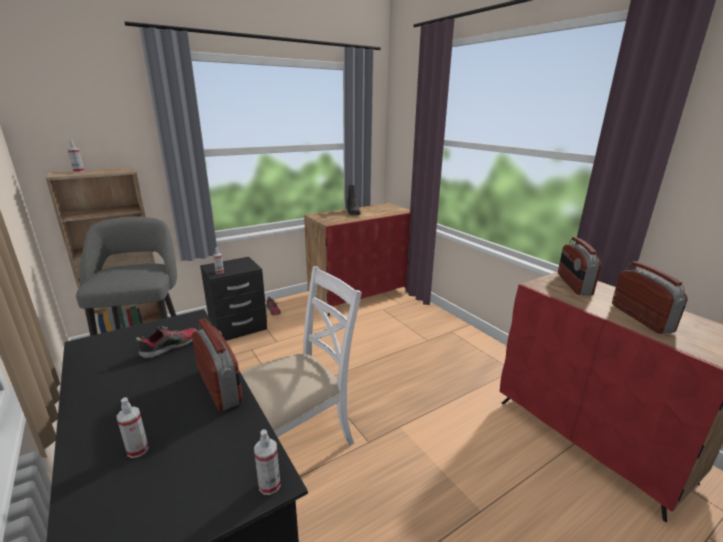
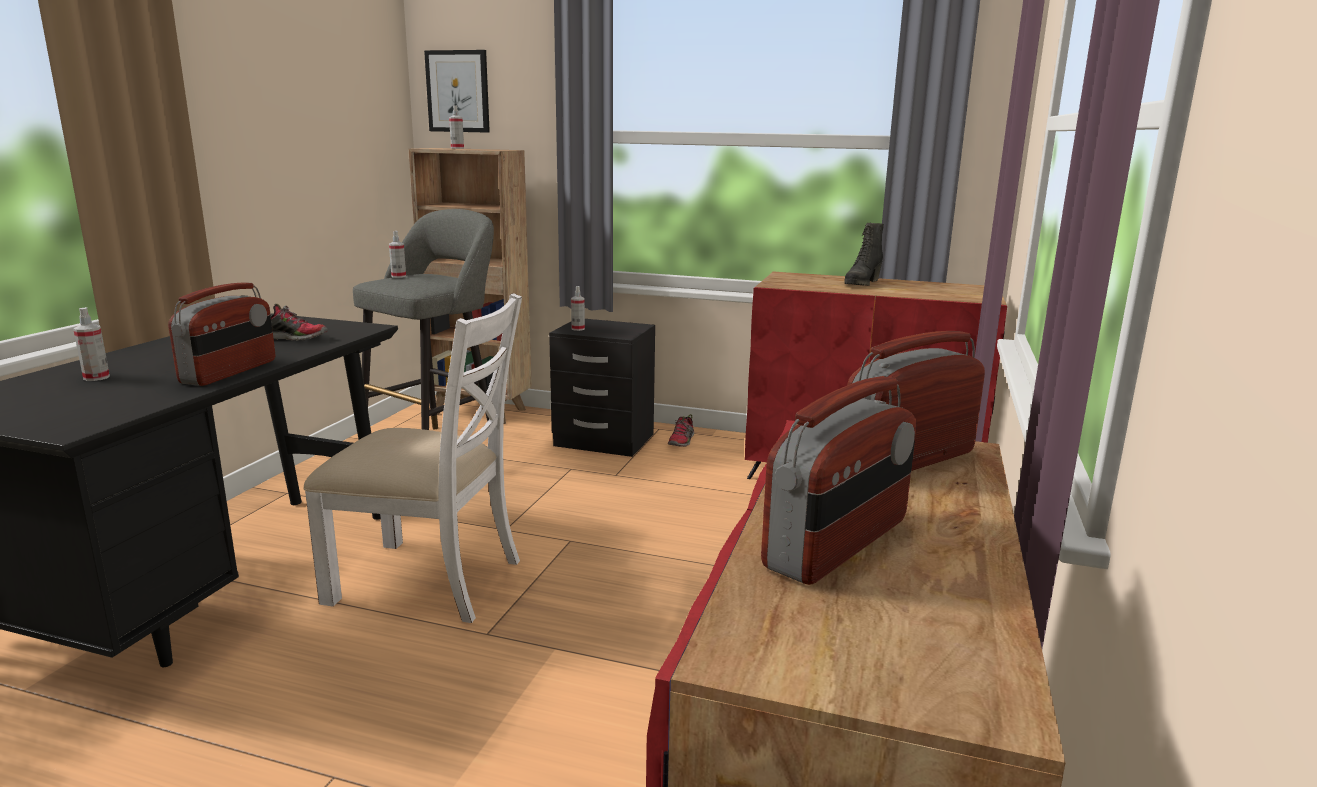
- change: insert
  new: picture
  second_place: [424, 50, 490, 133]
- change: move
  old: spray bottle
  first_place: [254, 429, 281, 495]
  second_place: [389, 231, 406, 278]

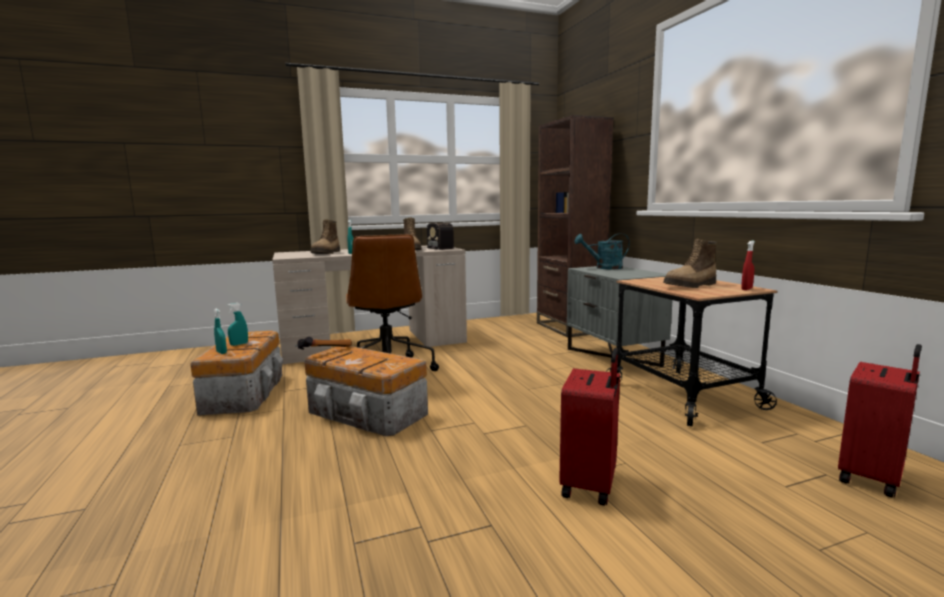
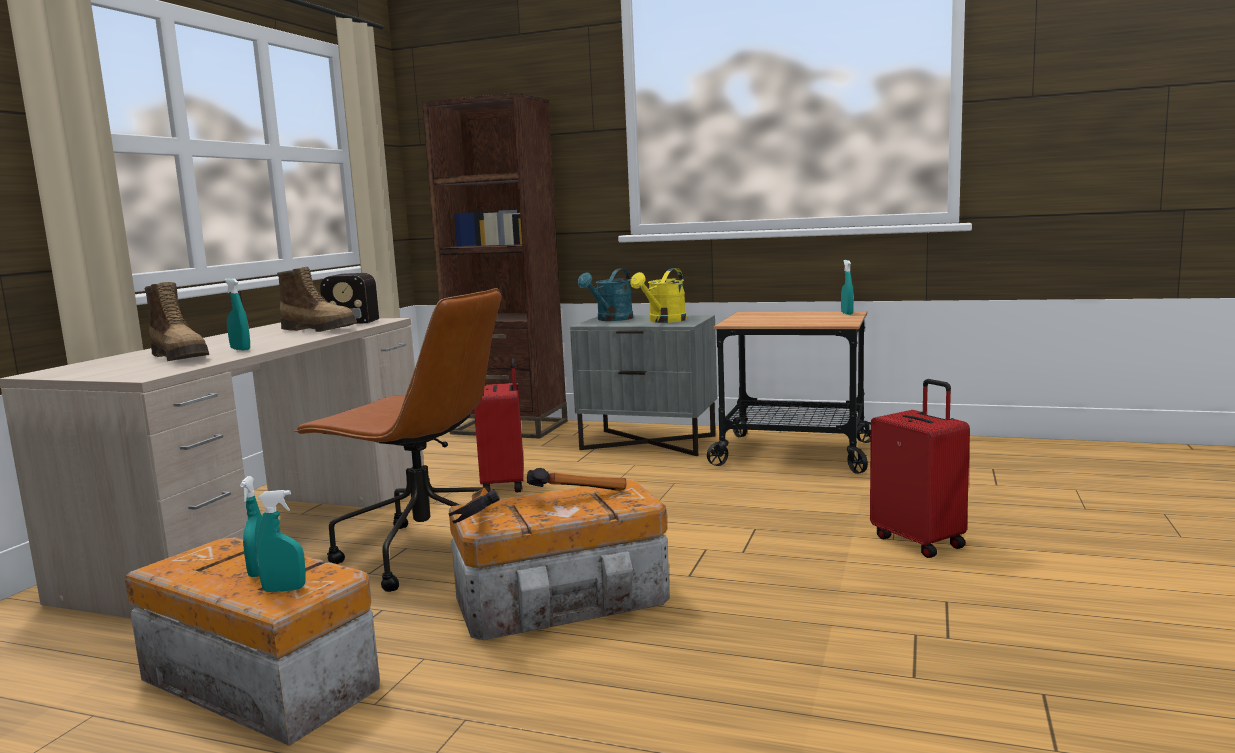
- change: delete
  old: boot
  first_place: [663, 239, 716, 288]
- change: insert
  new: hammer
  second_place: [527, 468, 627, 491]
- change: insert
  new: watering can (yellow)
  second_place: [630, 268, 687, 323]
- change: move
  old: suitcase (red)
  first_place: [838, 344, 922, 498]
  second_place: [474, 358, 524, 492]
- change: recolor
  old: spray bottle (red)
  new: spray bottle (turquoise)
  first_place: [741, 240, 755, 290]
  second_place: [841, 260, 854, 315]

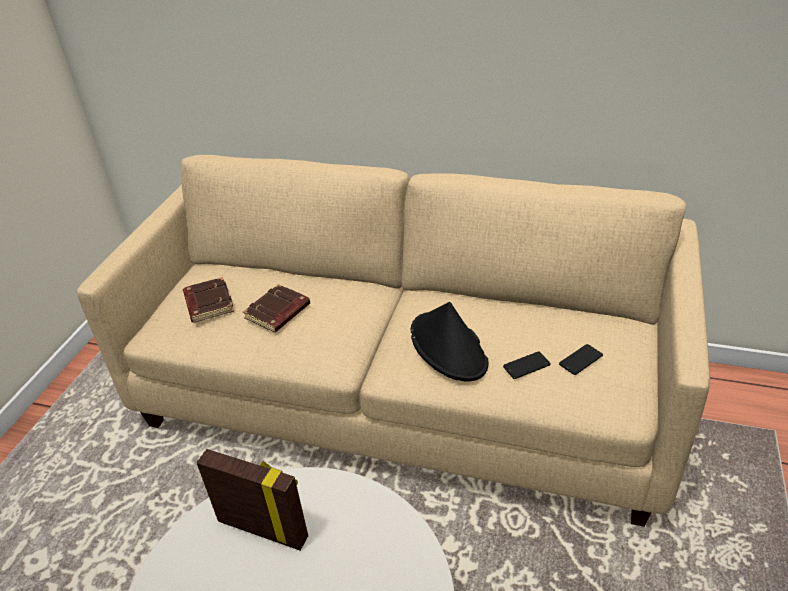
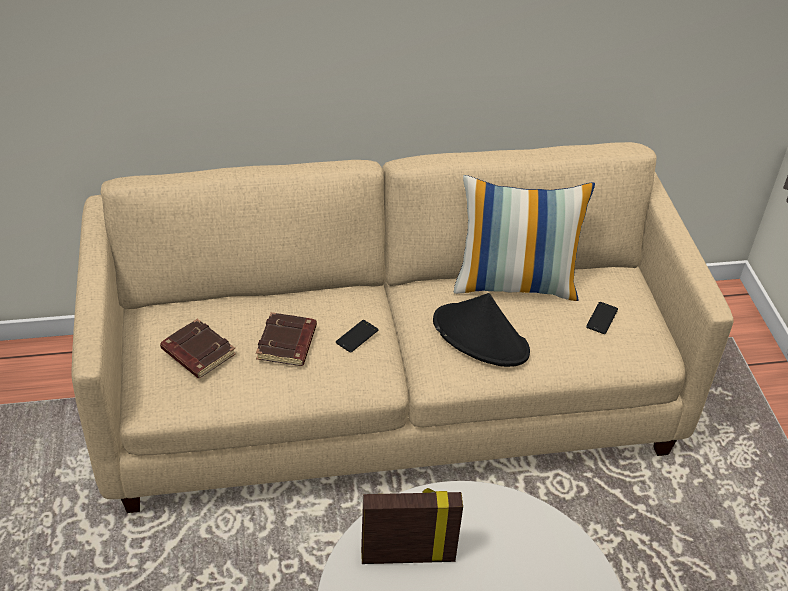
- change: insert
  new: pillow
  second_place: [454, 175, 595, 301]
- change: move
  old: phone
  first_place: [503, 352, 551, 379]
  second_place: [336, 320, 378, 352]

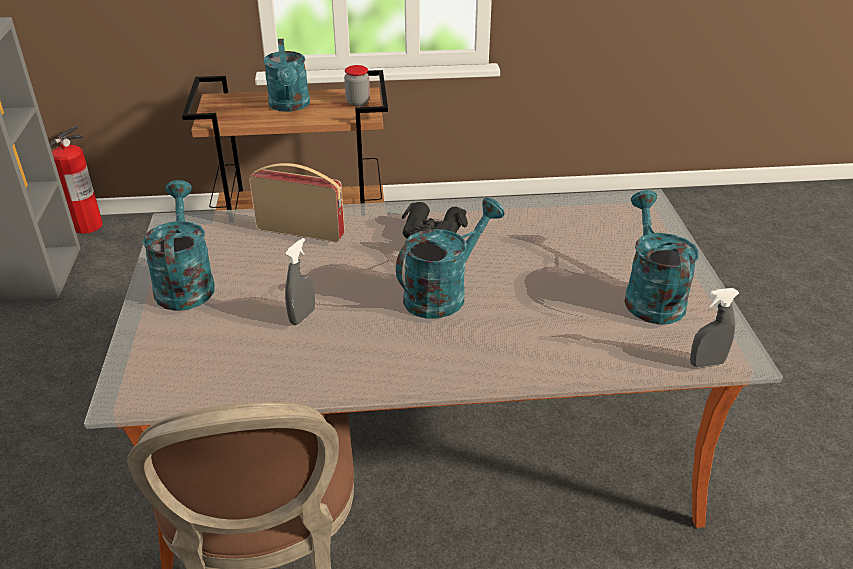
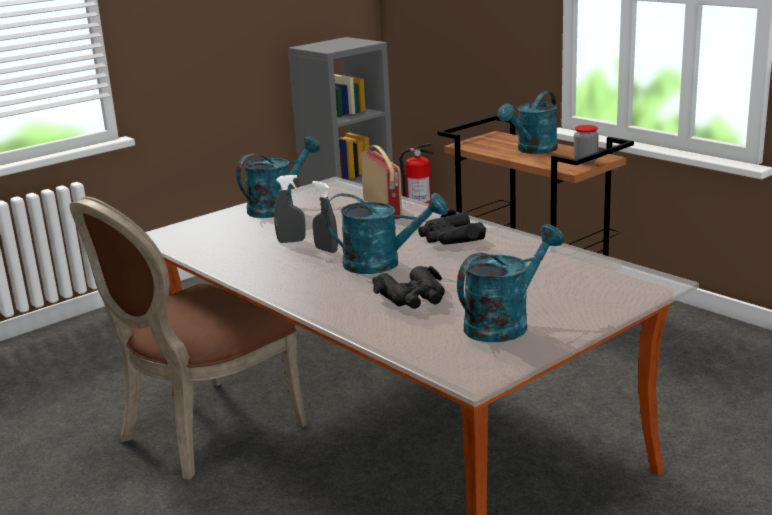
- change: insert
  new: binoculars (black)
  second_place: [372, 266, 445, 309]
- change: move
  old: spray bottle (grey)
  first_place: [690, 288, 739, 367]
  second_place: [312, 181, 338, 253]

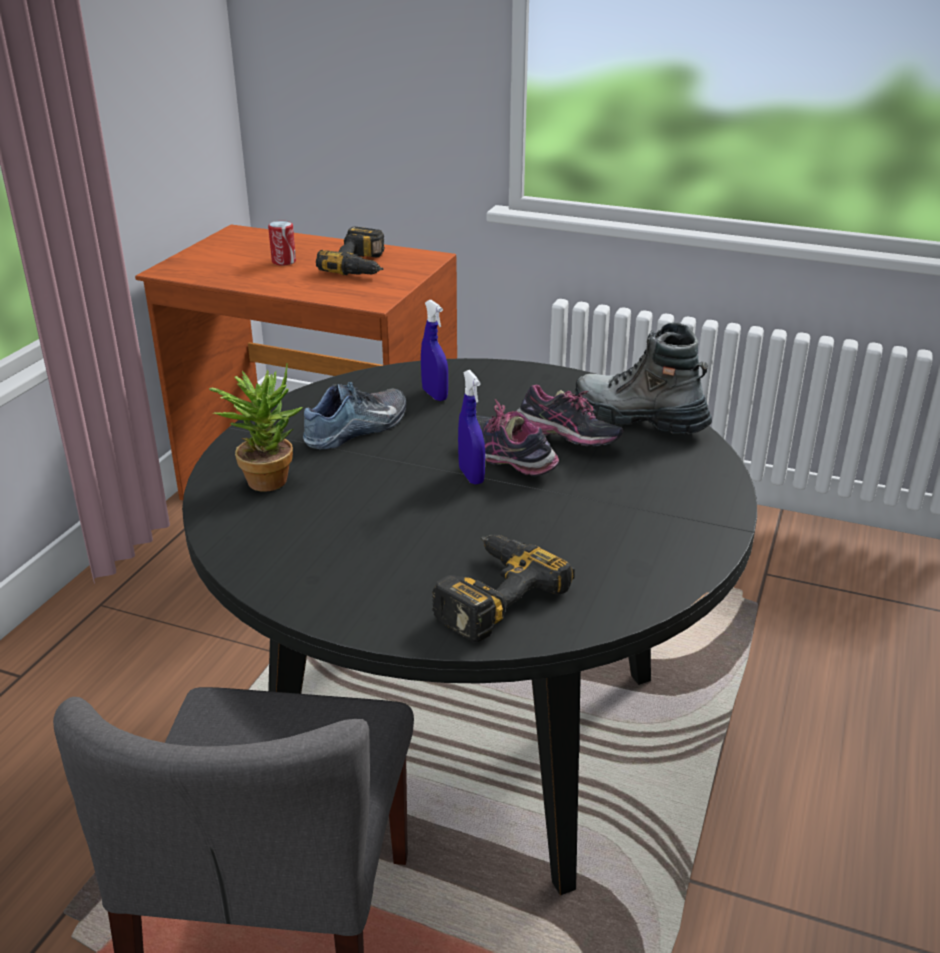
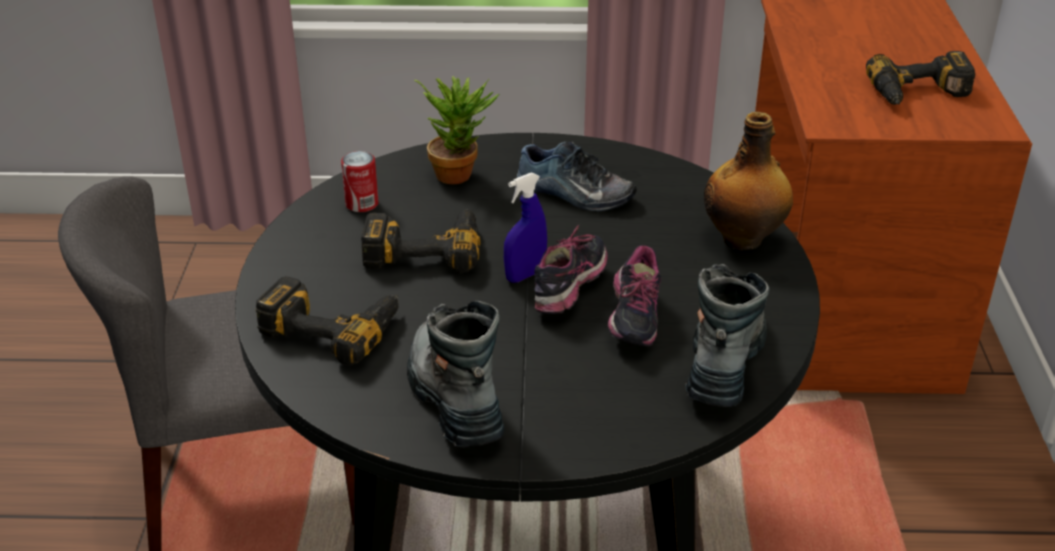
- change: delete
  old: spray bottle (blue)
  first_place: [421, 300, 448, 401]
- change: insert
  new: power drill
  second_place: [361, 209, 480, 273]
- change: insert
  new: boot
  second_place: [407, 301, 505, 448]
- change: insert
  new: bottle
  second_place: [704, 112, 793, 250]
- change: move
  old: can
  first_place: [268, 221, 296, 265]
  second_place: [341, 151, 378, 212]

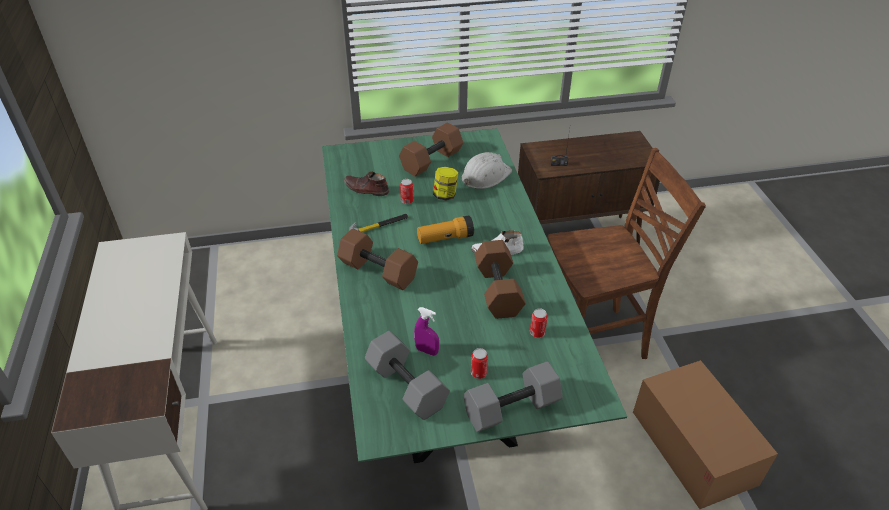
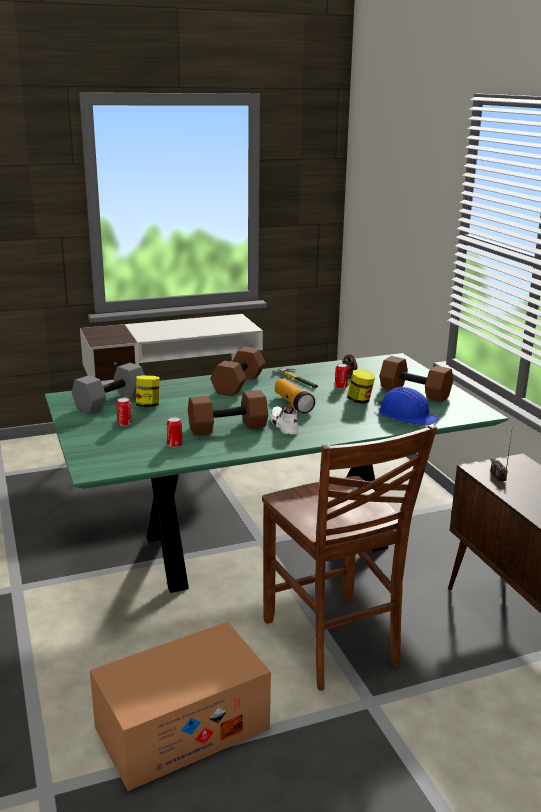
- change: delete
  old: dumbbell (grey)
  first_place: [463, 361, 563, 432]
- change: replace
  old: spray bottle (purple)
  new: jar
  first_place: [414, 307, 439, 356]
  second_place: [136, 375, 159, 407]
- change: recolor
  old: hard hat (white)
  new: hard hat (blue)
  first_place: [462, 152, 512, 189]
  second_place: [377, 387, 439, 426]

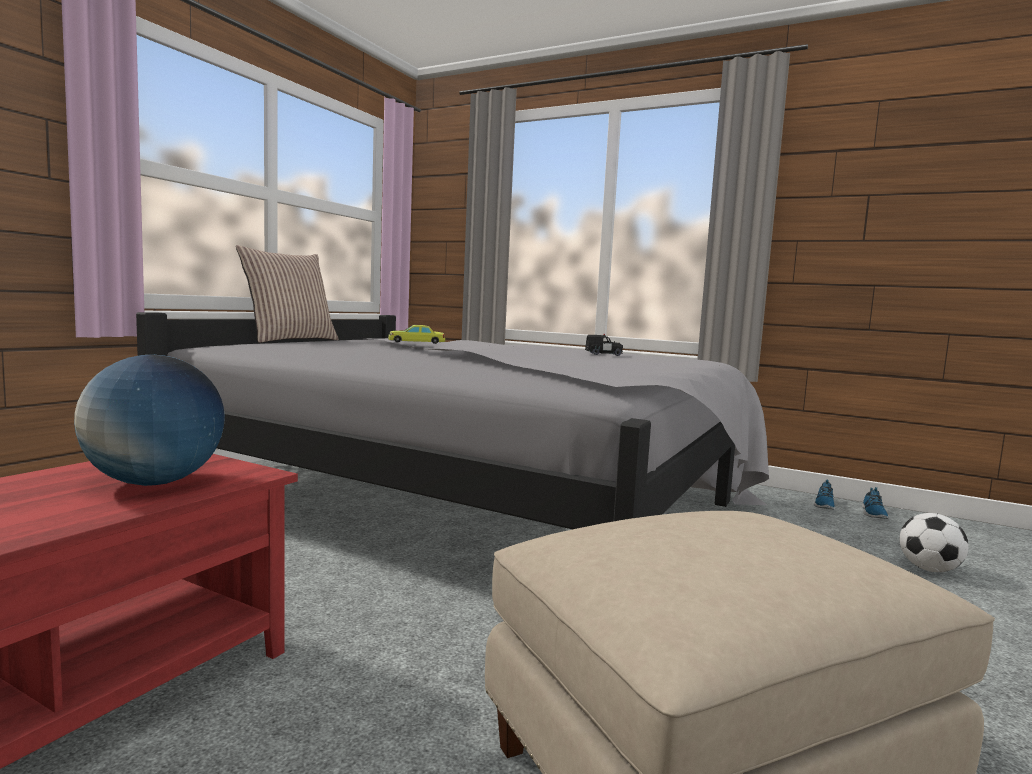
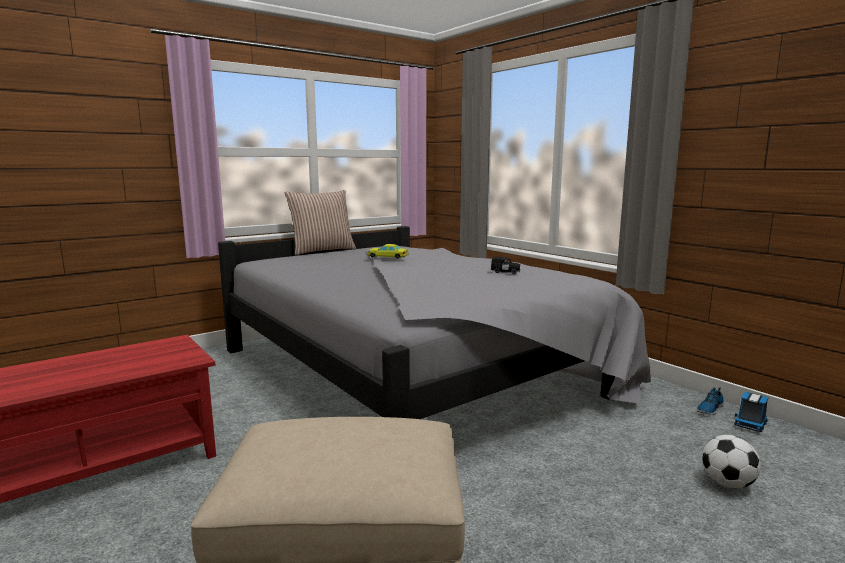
- change: delete
  old: globe
  first_place: [74, 355, 225, 486]
- change: replace
  old: shoe
  new: toy truck
  first_place: [862, 487, 889, 519]
  second_place: [734, 392, 768, 432]

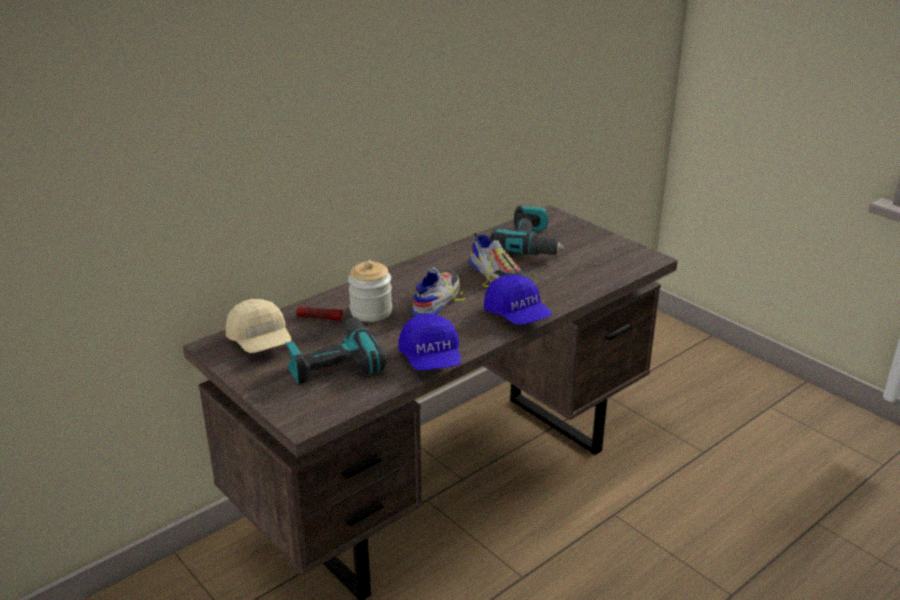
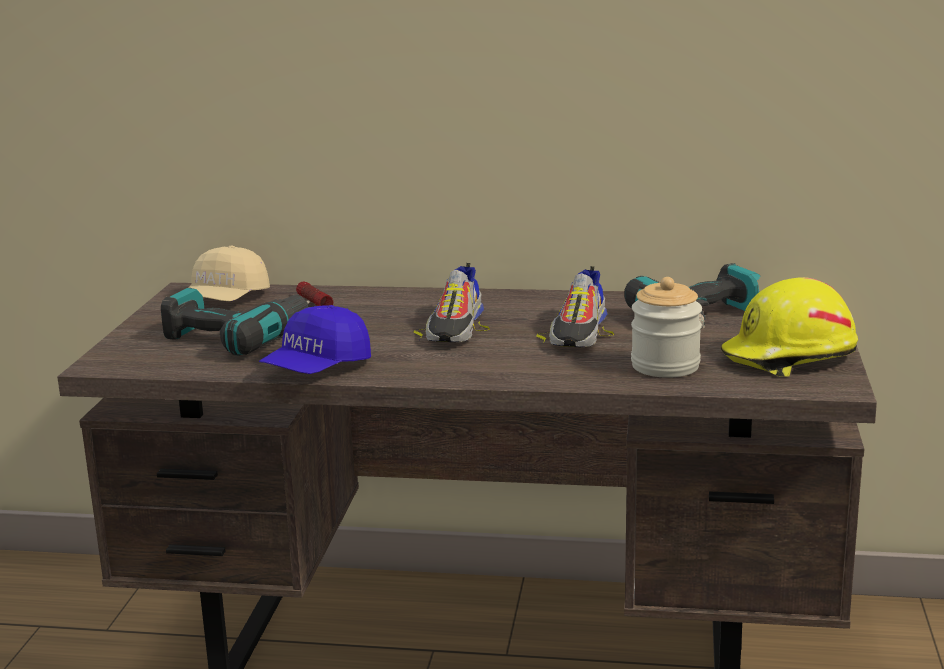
- change: delete
  old: cap (blue)
  first_place: [484, 275, 552, 325]
- change: insert
  new: hard hat (yellow)
  second_place: [720, 277, 858, 377]
- change: move
  old: jar
  first_place: [348, 260, 392, 322]
  second_place: [631, 277, 702, 378]
- change: rotate
  old: shoe
  first_place: [411, 268, 465, 317]
  second_place: [413, 263, 490, 342]
  degrees: 120

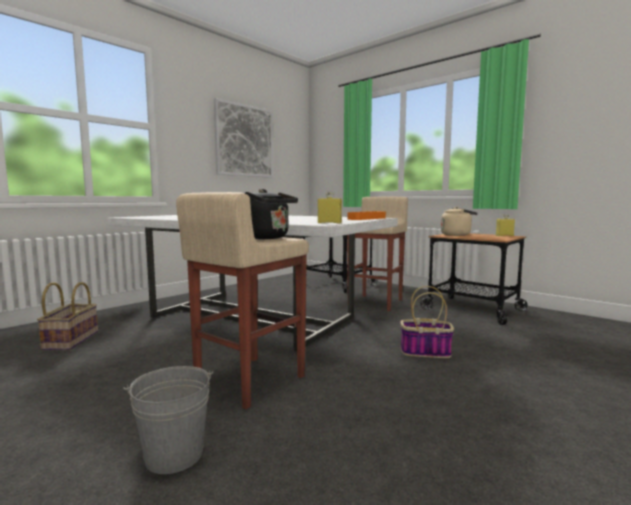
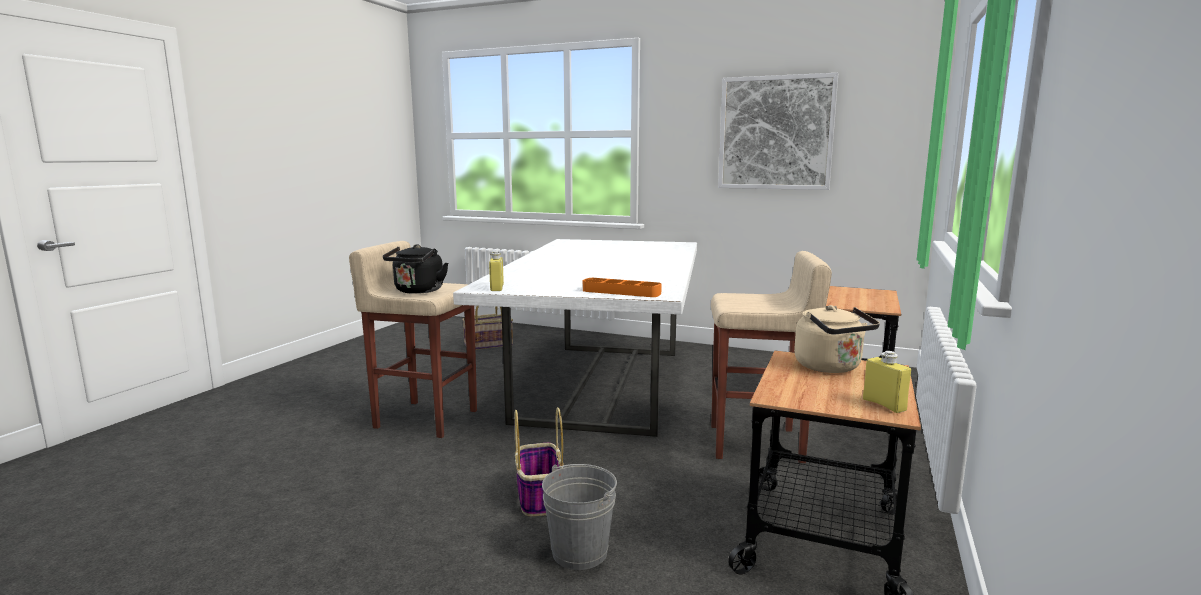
- change: move
  old: bucket (grey)
  first_place: [123, 366, 213, 474]
  second_place: [542, 464, 617, 570]

